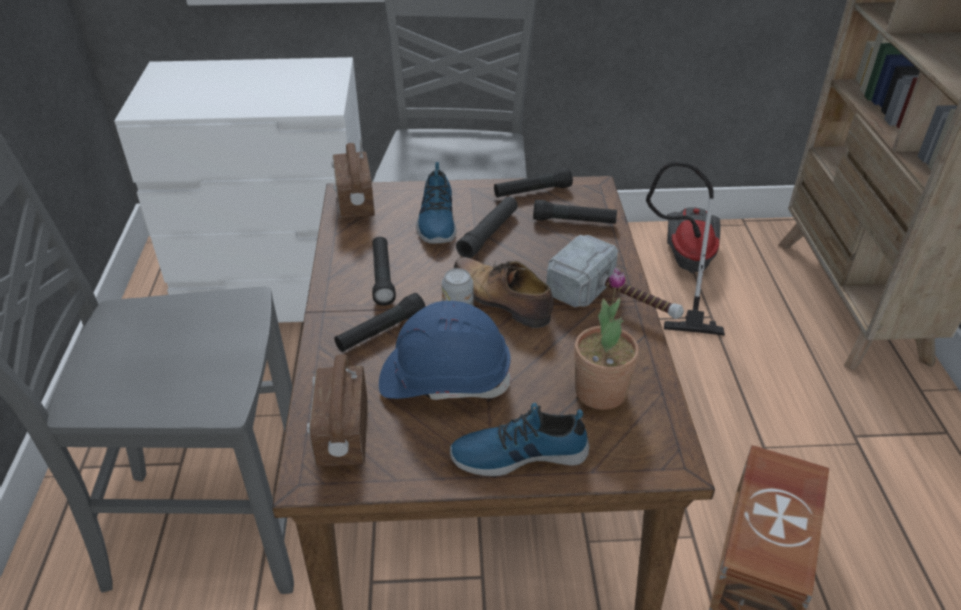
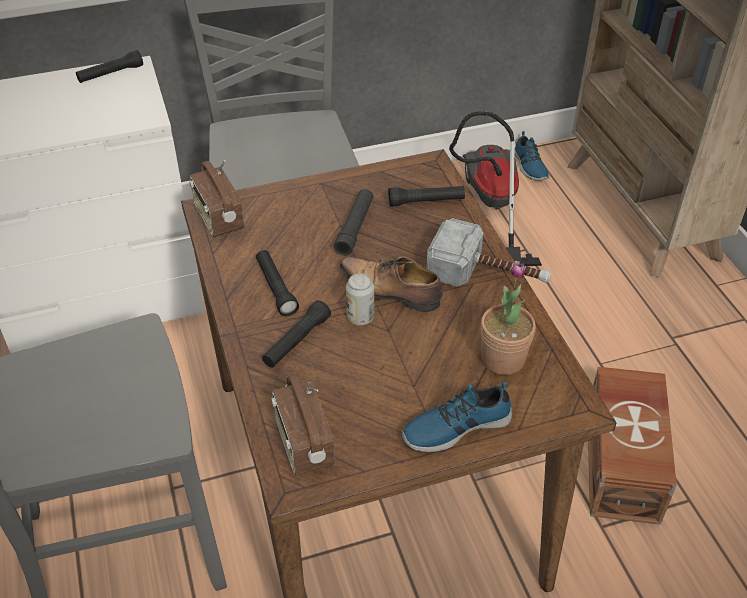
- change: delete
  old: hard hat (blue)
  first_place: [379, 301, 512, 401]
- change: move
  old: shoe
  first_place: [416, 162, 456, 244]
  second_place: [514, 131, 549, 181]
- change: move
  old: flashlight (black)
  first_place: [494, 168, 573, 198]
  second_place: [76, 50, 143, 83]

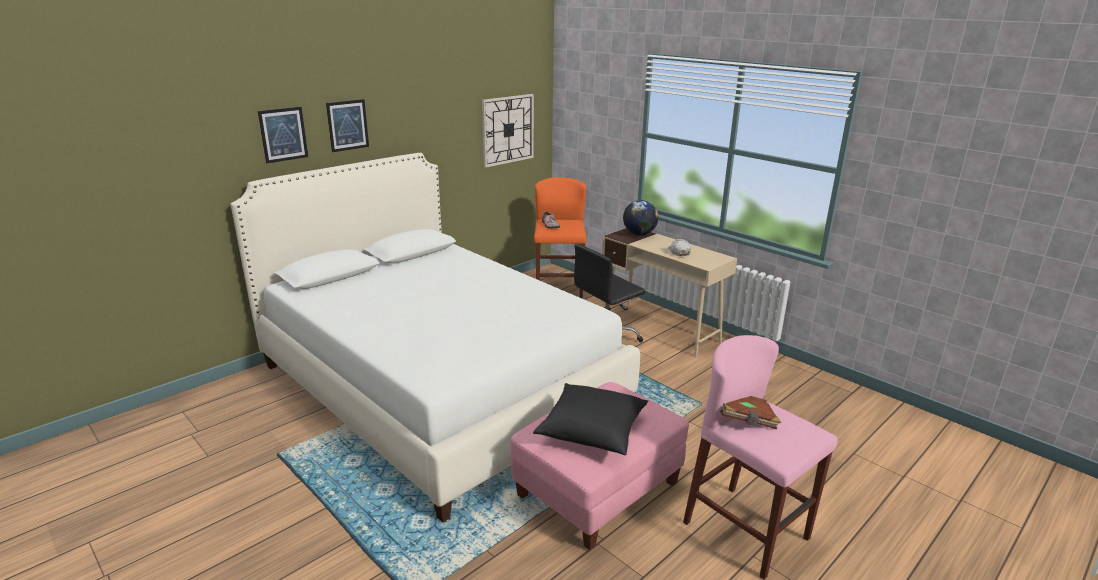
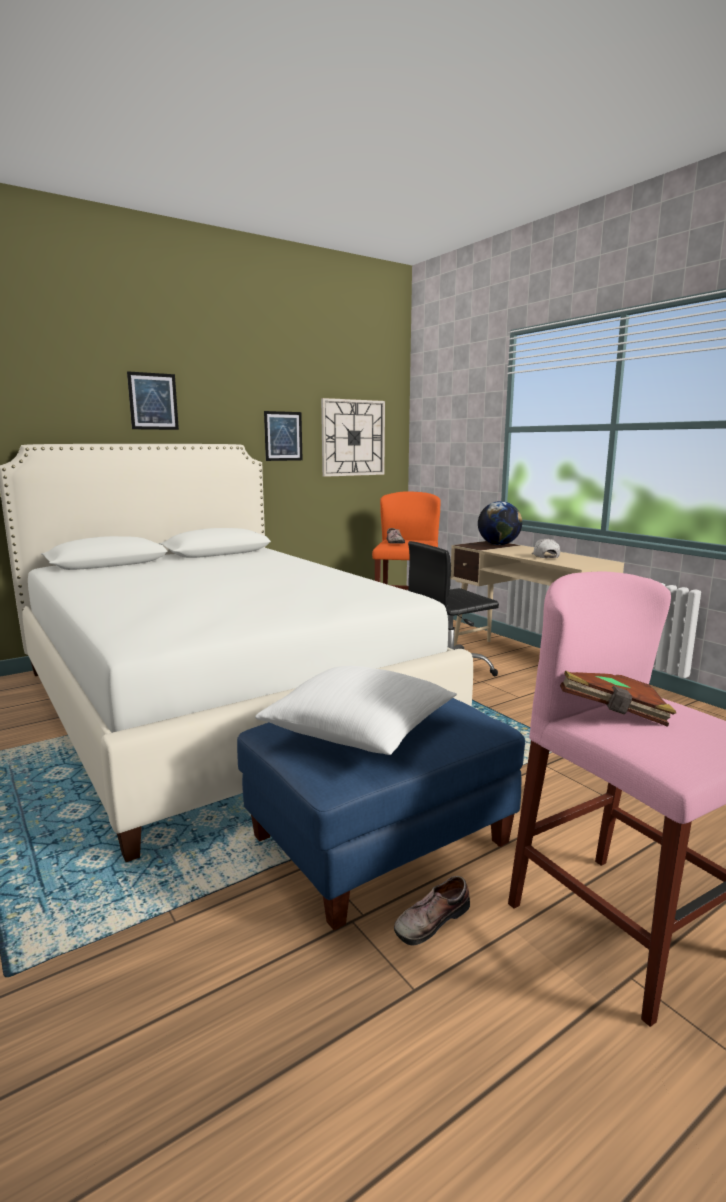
- change: insert
  new: shoe
  second_place: [394, 876, 470, 945]
- change: move
  old: picture
  first_place: [258, 107, 308, 163]
  second_place: [264, 411, 303, 461]
- change: recolor
  old: ottoman (pink)
  new: ottoman (blue)
  first_place: [511, 382, 689, 550]
  second_place: [237, 698, 525, 930]
- change: recolor
  old: pillow (black)
  new: pillow (white)
  first_place: [533, 383, 648, 455]
  second_place: [255, 666, 457, 755]

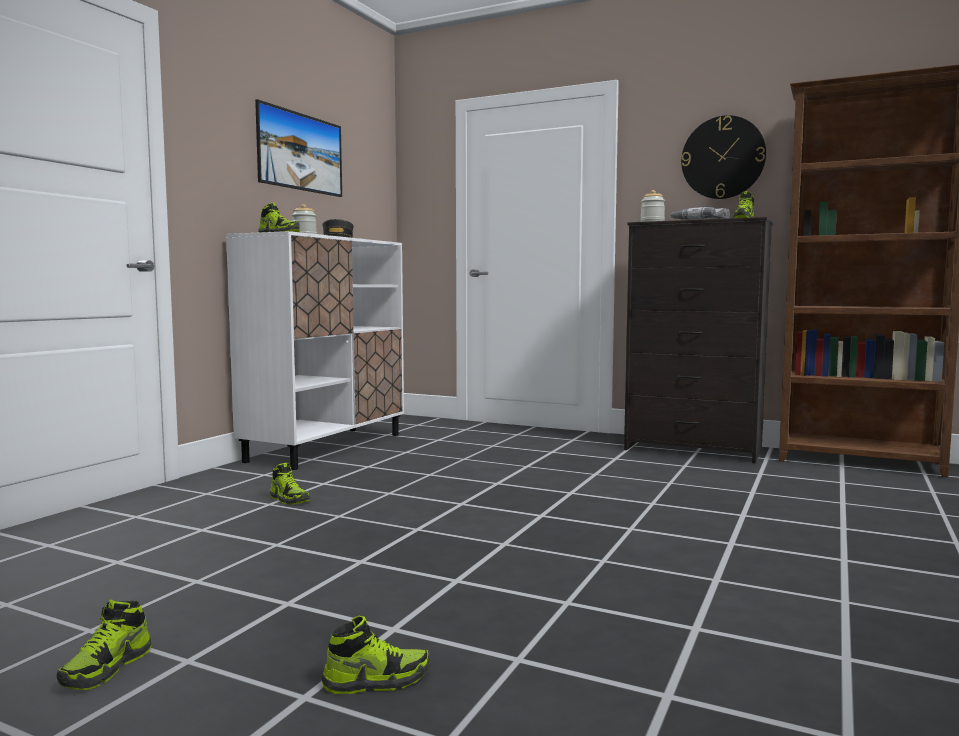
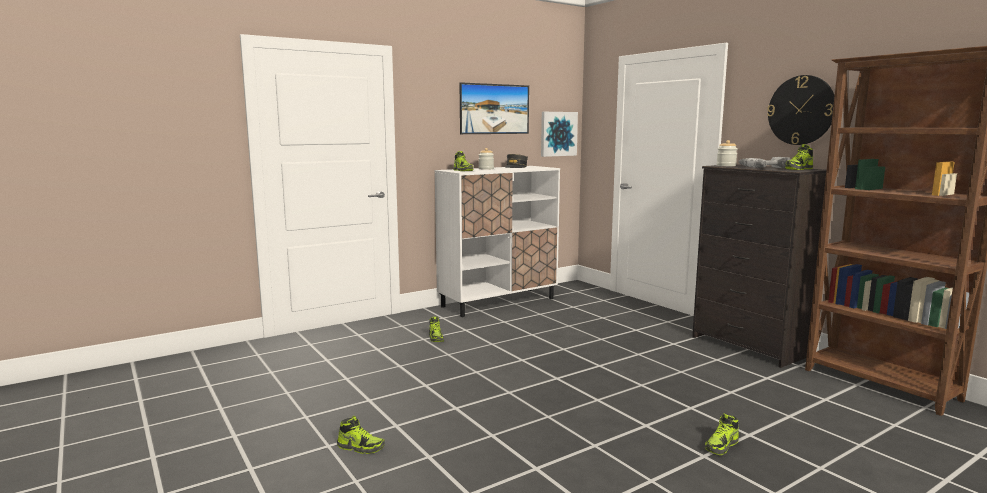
- change: insert
  new: picture
  second_place: [541, 112, 578, 157]
- change: move
  old: shoe
  first_place: [57, 599, 151, 690]
  second_place: [705, 413, 739, 455]

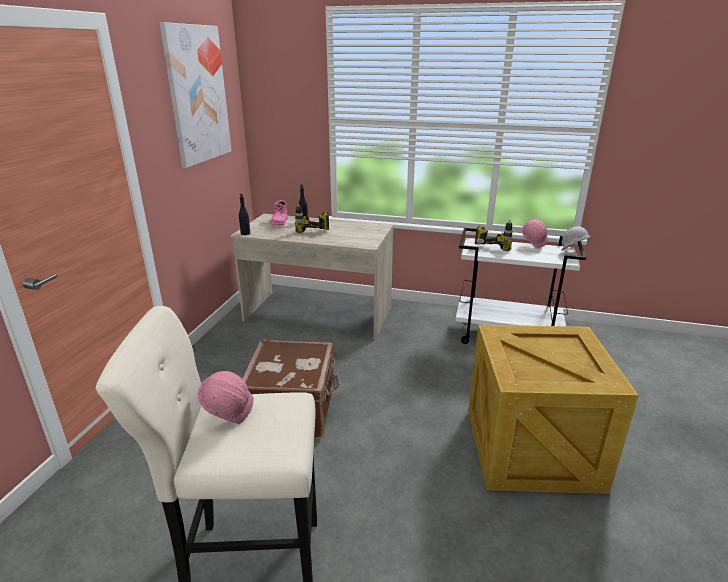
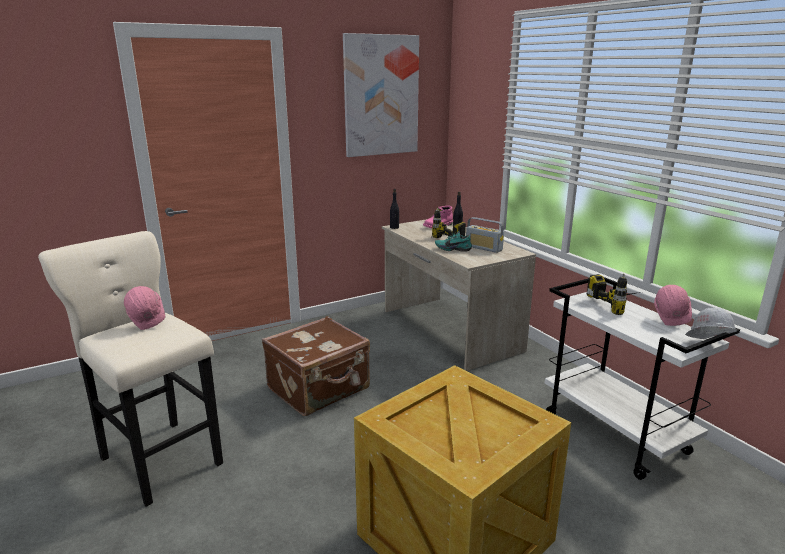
- change: insert
  new: shoe (turquoise)
  second_place: [435, 231, 472, 251]
- change: insert
  new: radio
  second_place: [466, 217, 504, 253]

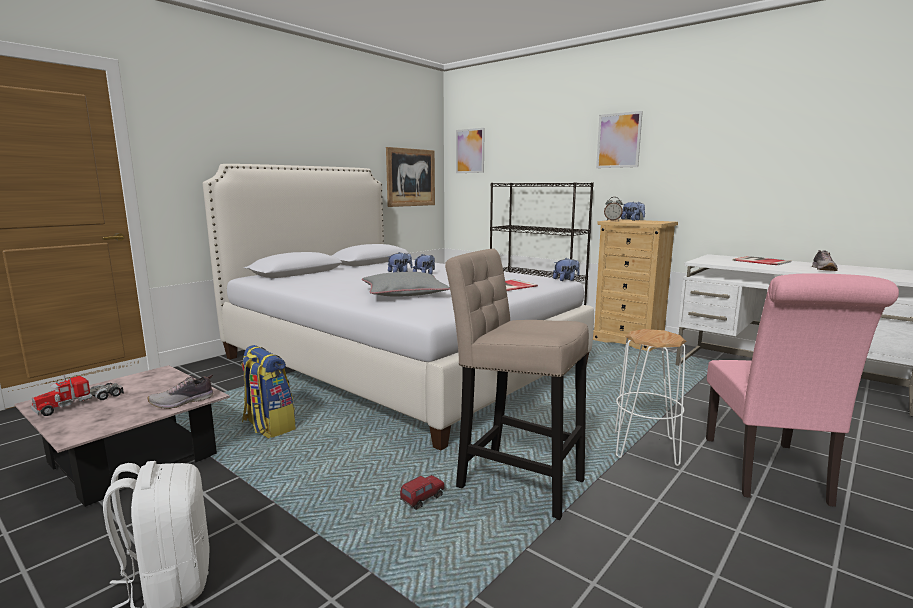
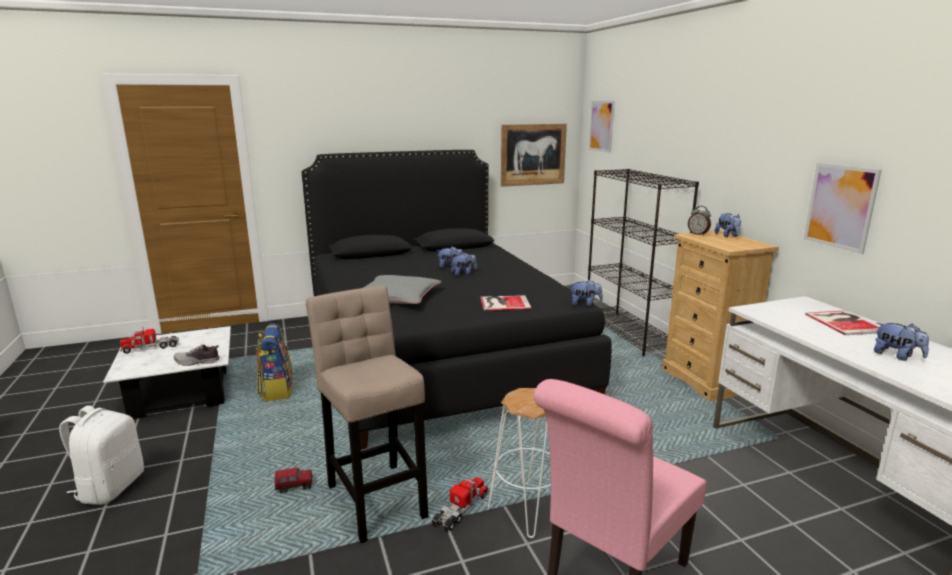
- change: insert
  new: toy truck
  second_place: [432, 477, 488, 533]
- change: move
  old: picture
  first_place: [596, 111, 643, 168]
  second_place: [804, 163, 881, 254]
- change: replace
  old: shoe
  new: plush toy
  first_place: [812, 250, 838, 271]
  second_place: [874, 323, 929, 361]
- change: recolor
  old: coffee table (pink)
  new: coffee table (white)
  first_place: [14, 365, 230, 507]
  second_place: [103, 326, 231, 419]
- change: recolor
  old: bed (white)
  new: bed (black)
  first_place: [203, 164, 594, 451]
  second_place: [302, 150, 612, 450]

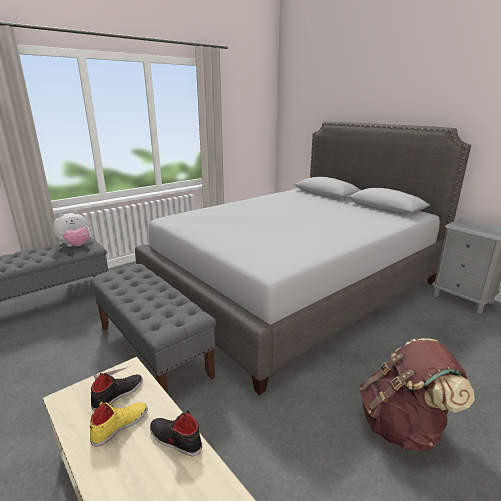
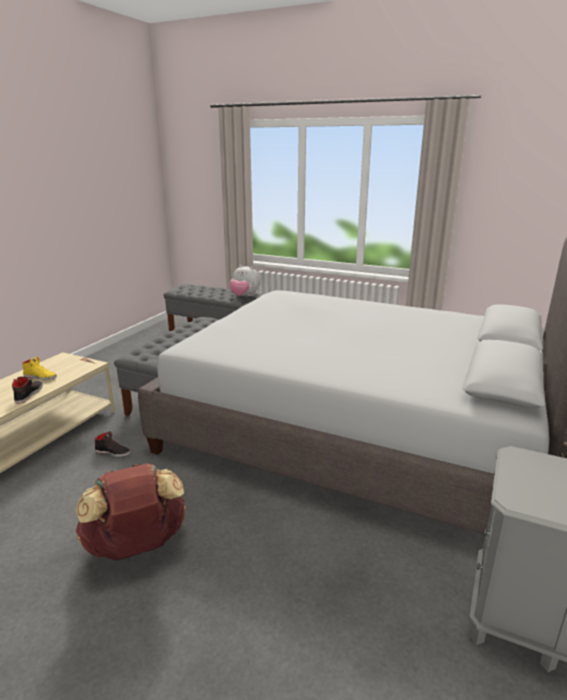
- change: move
  old: shoe (black)
  first_place: [90, 373, 143, 411]
  second_place: [95, 431, 130, 457]

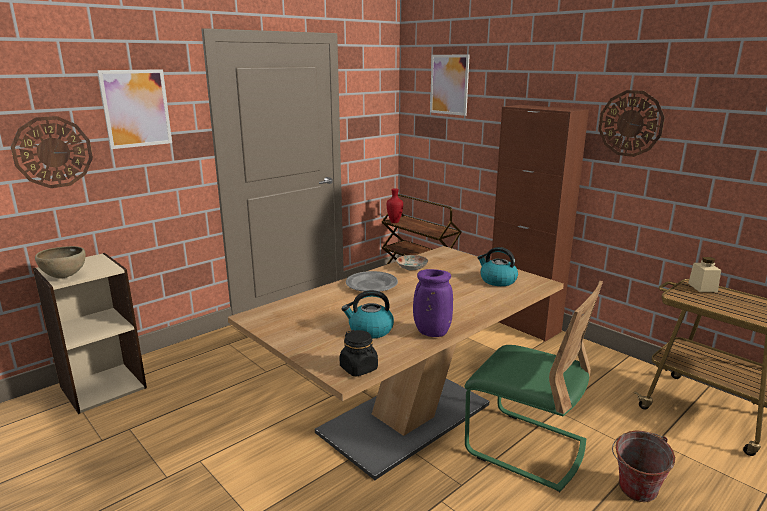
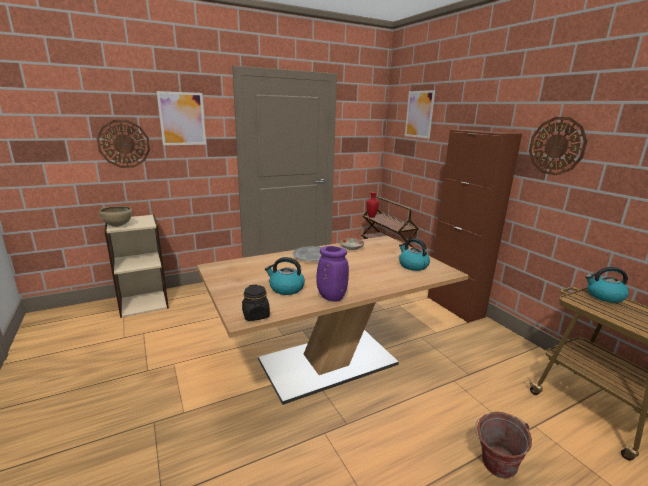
- change: delete
  old: chair (green)
  first_place: [464, 281, 603, 492]
- change: replace
  old: jar (beige)
  new: kettle
  first_place: [688, 257, 721, 292]
  second_place: [585, 267, 629, 303]

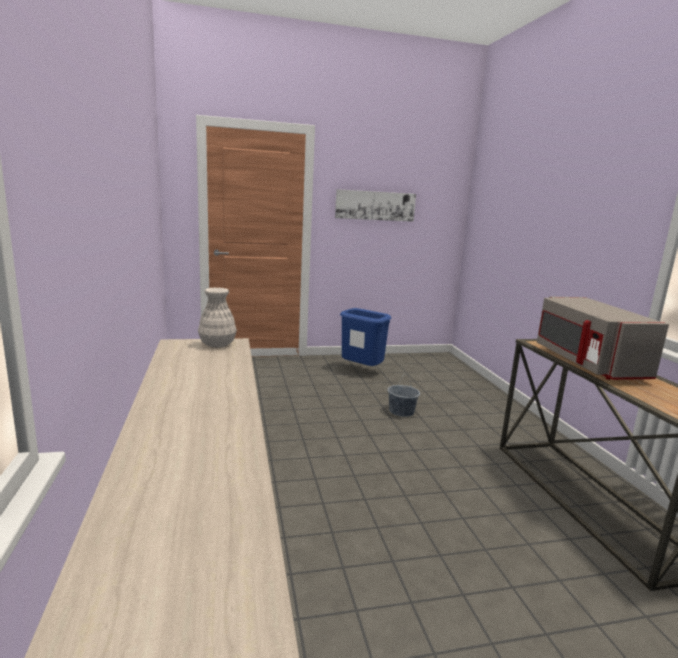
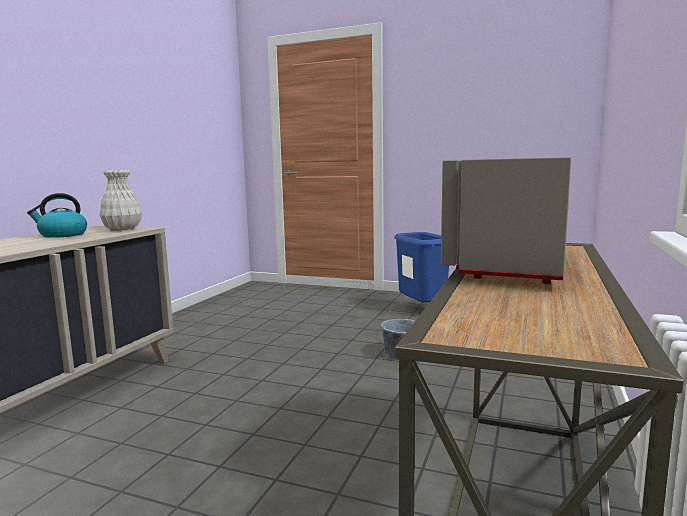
- change: delete
  old: picture
  first_place: [335, 189, 416, 222]
- change: insert
  new: kettle
  second_place: [27, 193, 87, 238]

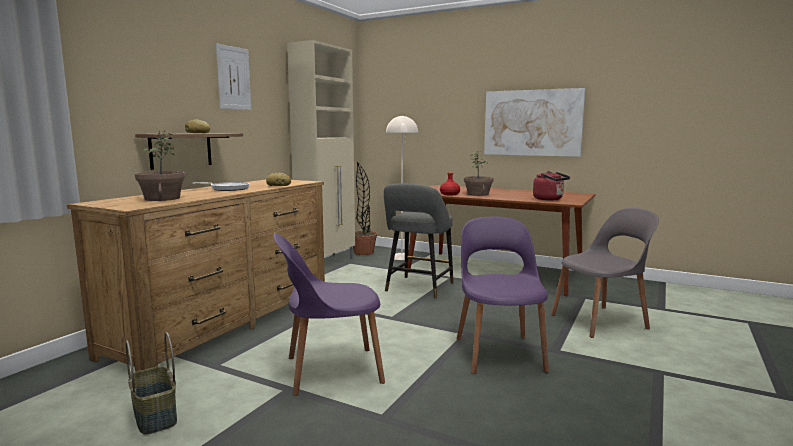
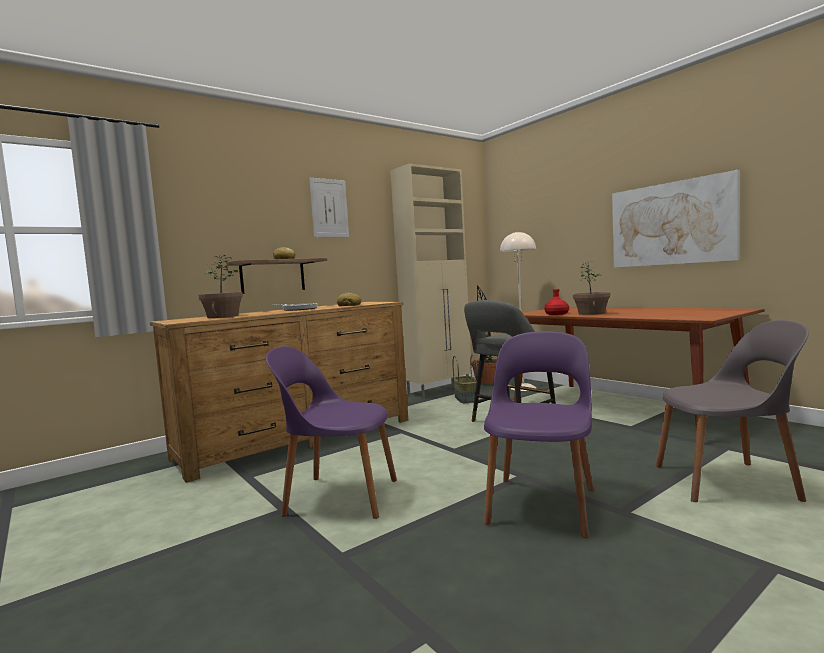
- change: delete
  old: kettle (red)
  first_place: [533, 171, 570, 201]
- change: move
  old: basket
  first_place: [125, 332, 177, 435]
  second_place: [453, 354, 477, 403]

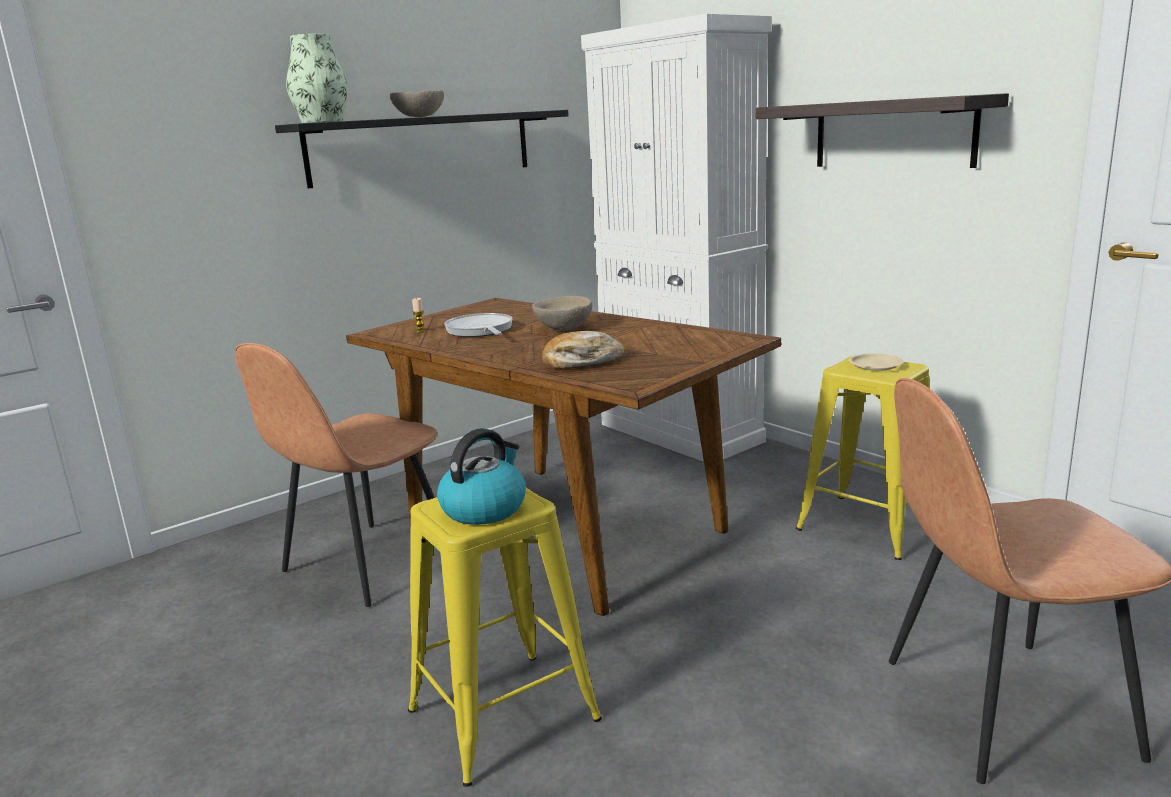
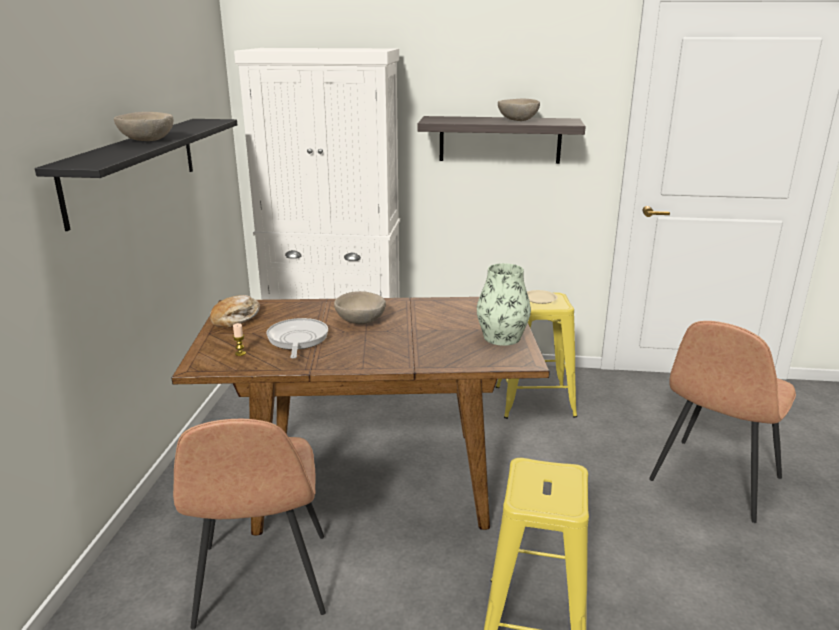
- change: delete
  old: kettle
  first_place: [437, 428, 526, 525]
- change: insert
  new: bowl (beige)
  second_place: [498, 99, 540, 121]
- change: move
  old: vase
  first_place: [286, 34, 348, 123]
  second_place: [477, 263, 531, 346]
- change: move
  old: bread
  first_place: [542, 331, 624, 369]
  second_place: [210, 295, 260, 328]
- change: rotate
  old: frying pan
  first_place: [444, 313, 513, 337]
  second_place: [267, 318, 328, 359]
  degrees: 60

